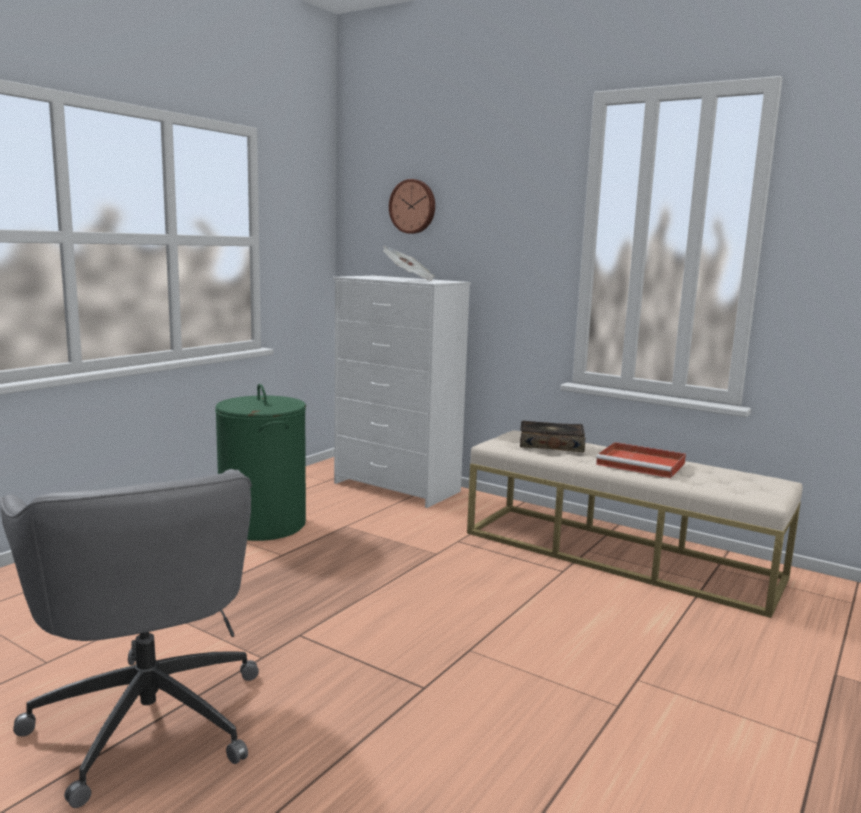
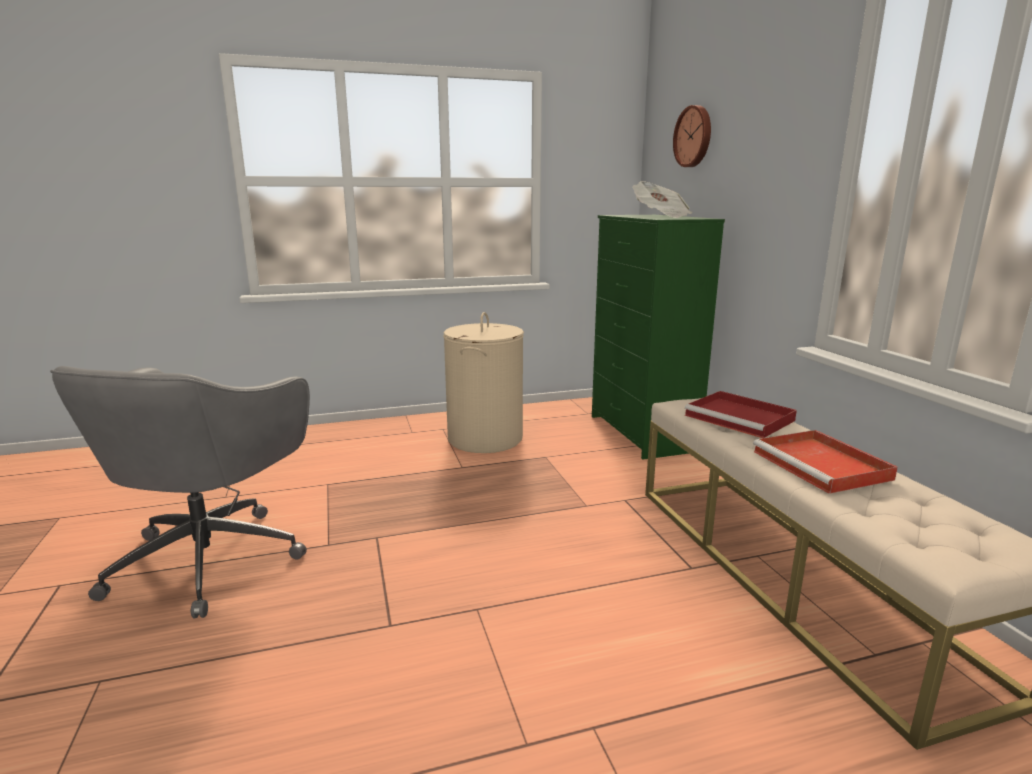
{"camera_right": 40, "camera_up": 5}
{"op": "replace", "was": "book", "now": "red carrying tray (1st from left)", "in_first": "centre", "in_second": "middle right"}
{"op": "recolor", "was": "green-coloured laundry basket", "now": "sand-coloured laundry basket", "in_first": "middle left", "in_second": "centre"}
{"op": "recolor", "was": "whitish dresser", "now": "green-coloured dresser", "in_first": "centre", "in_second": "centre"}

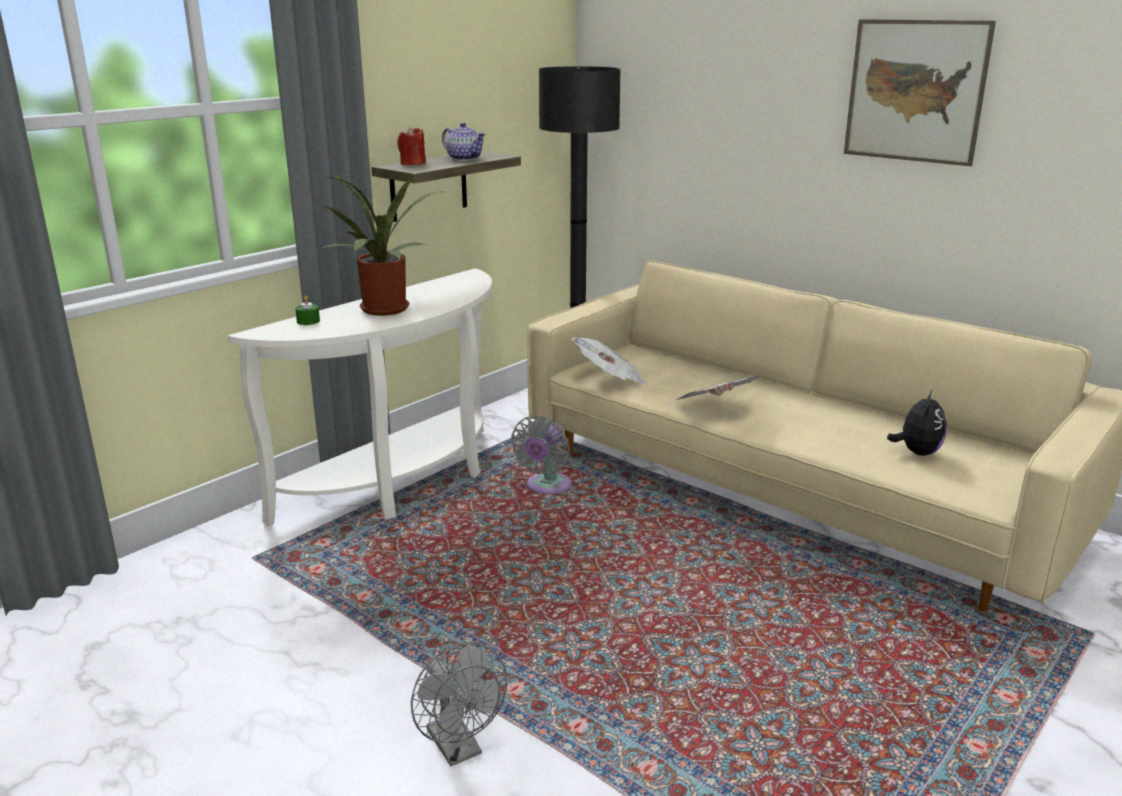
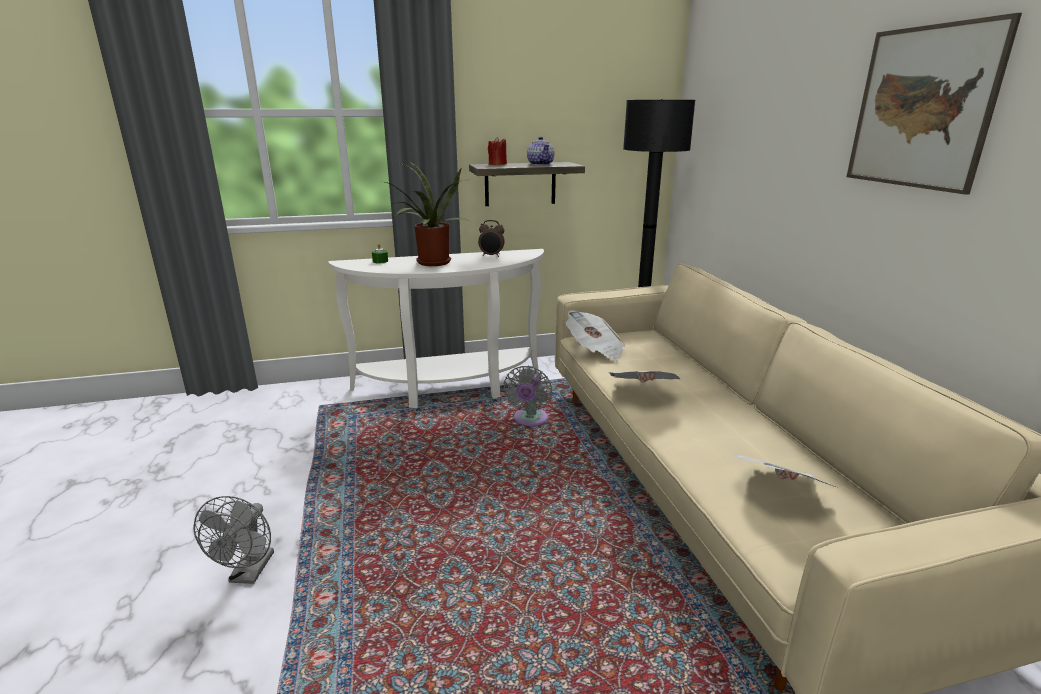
{"camera_right": 35, "camera_up": 0}
{"op": "insert", "now": "bedside clock", "in_second": "centre"}
{"op": "replace", "was": "cuddly toy", "now": "daily paper (3rd from left)", "in_first": "middle right", "in_second": "bottom right"}
{"op": "rotate", "was": "grey cooling fan (2nd from left)", "in_first": "centre", "in_second": "centre", "clockwise": -45}

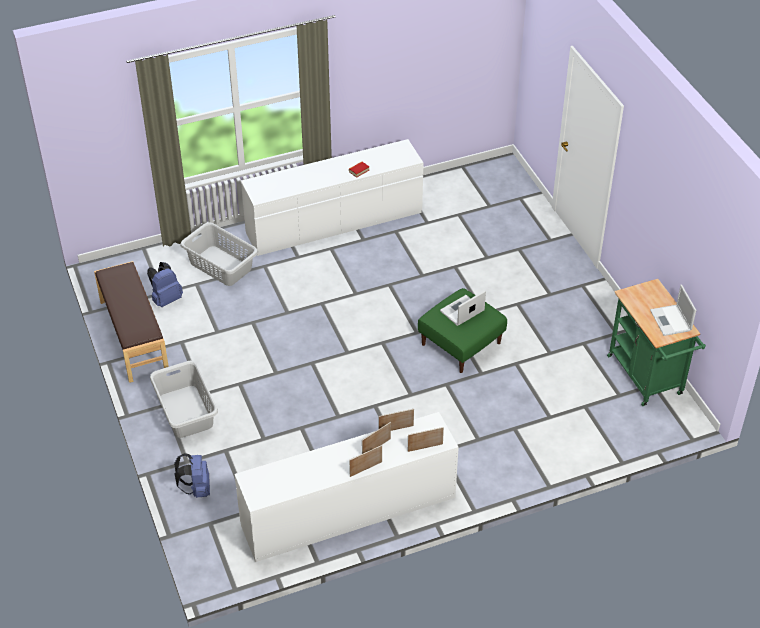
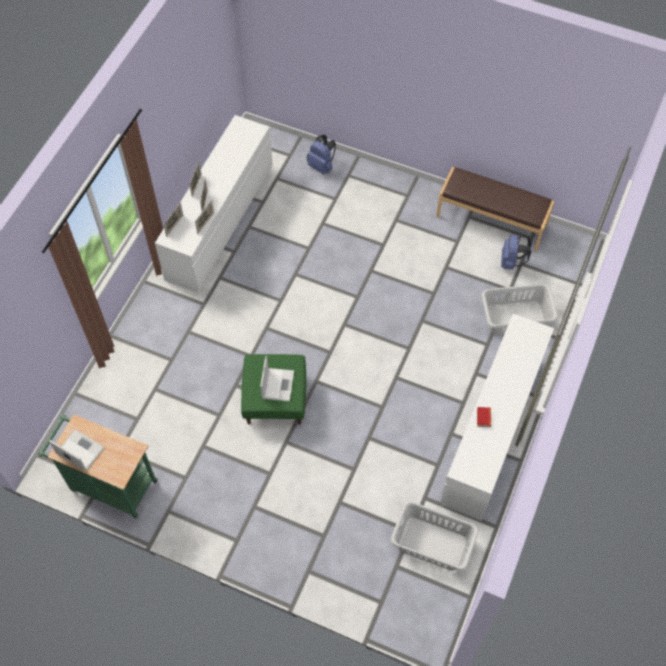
{"camera_right": 135, "camera_up": 15}
{"op": "move", "was": "grey laundry basket (1st from left)", "in_first": "middle left", "in_second": "bottom centre"}

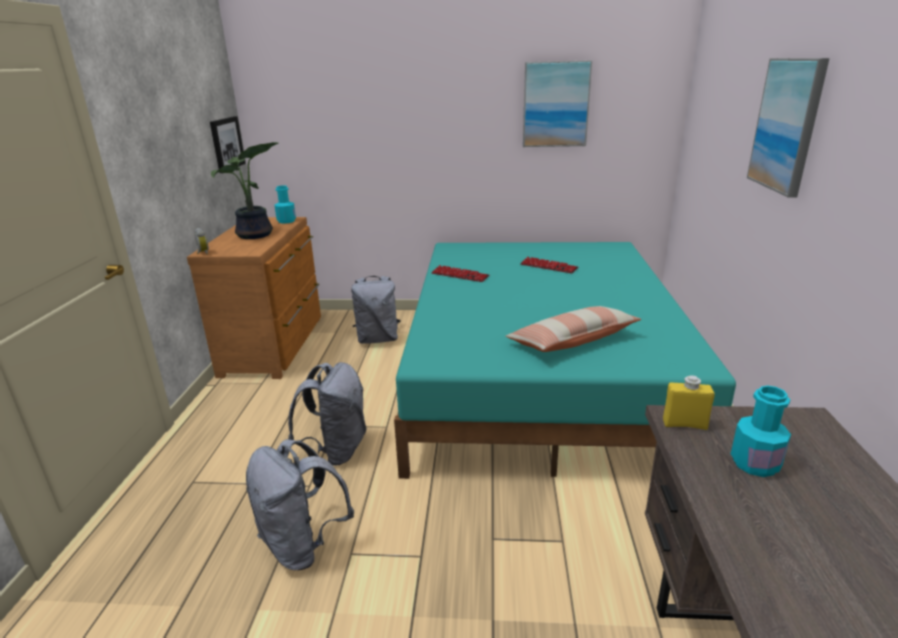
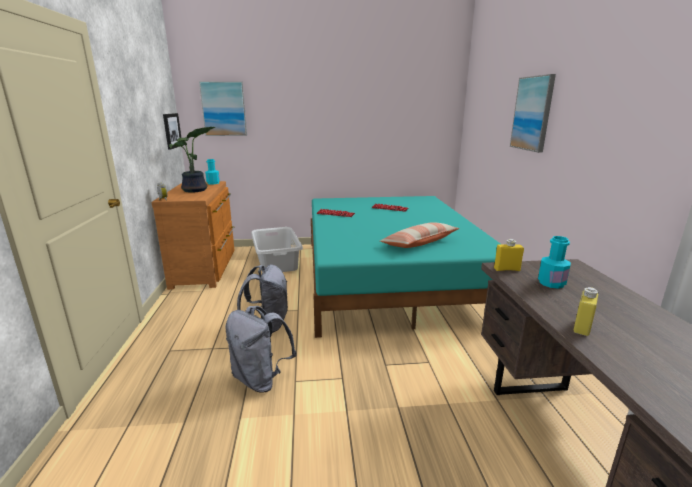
{"camera_right": -10, "camera_up": -5}
{"op": "insert", "now": "yellow-coloured beverage bottle (2nd from left)", "in_second": "middle right"}
{"op": "move", "was": "wall art (2nd from left)", "in_first": "top centre", "in_second": "top left"}
{"op": "replace", "was": "grey knapsack (3rd from left)", "now": "grey laundry basket", "in_first": "centre", "in_second": "centre"}

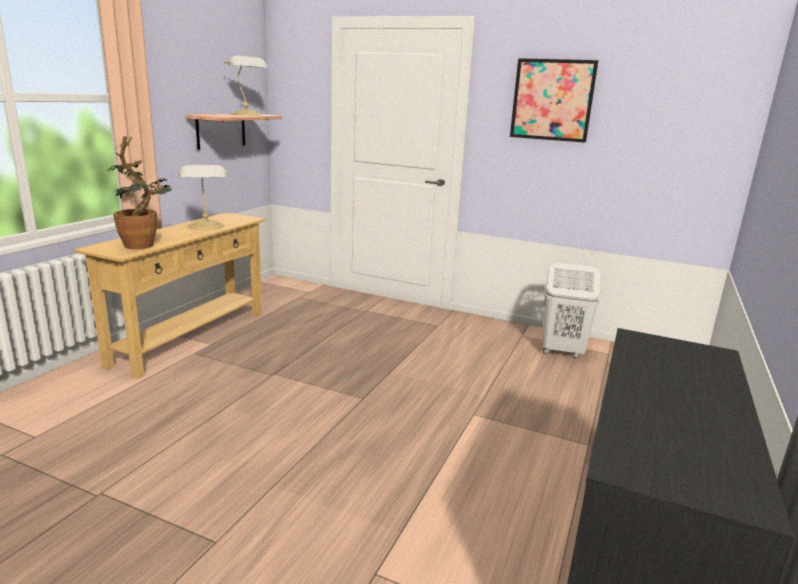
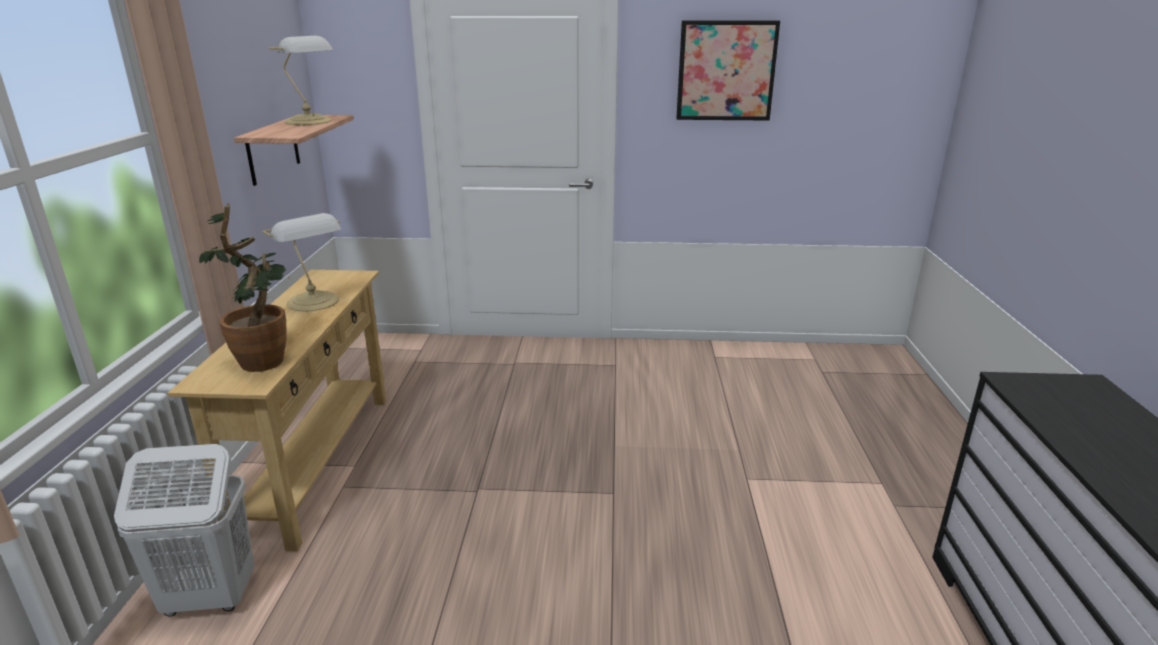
{"camera_right": -20, "camera_up": 5}
{"op": "move", "was": "whitish laundry basket", "in_first": "middle right", "in_second": "bottom left"}

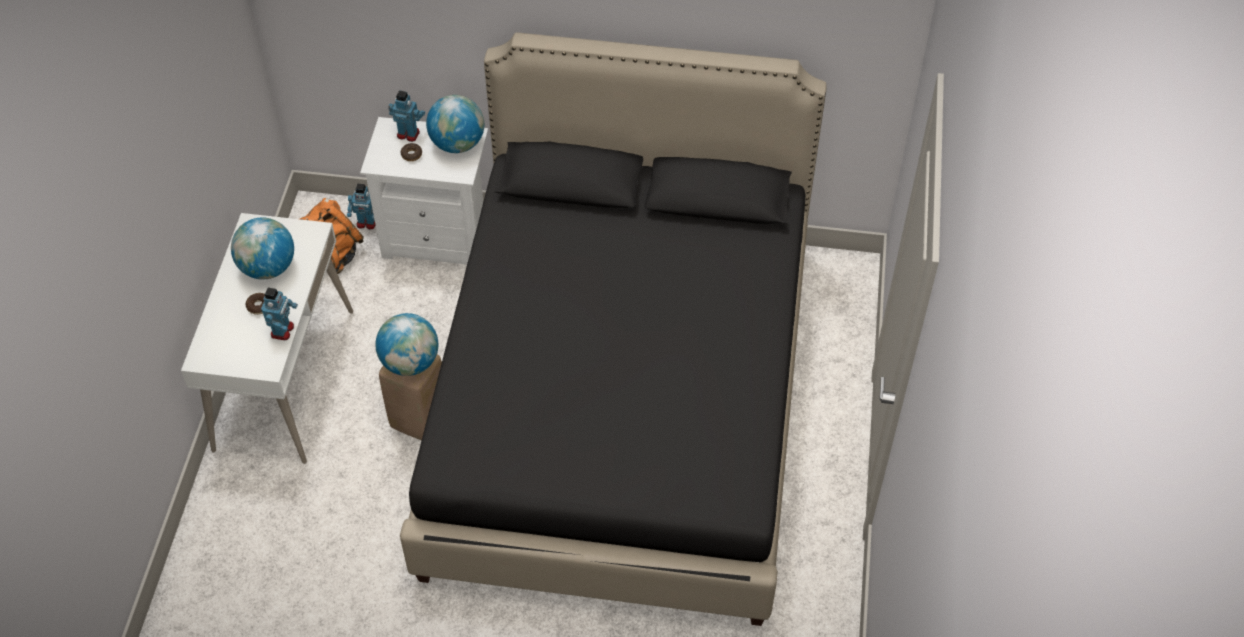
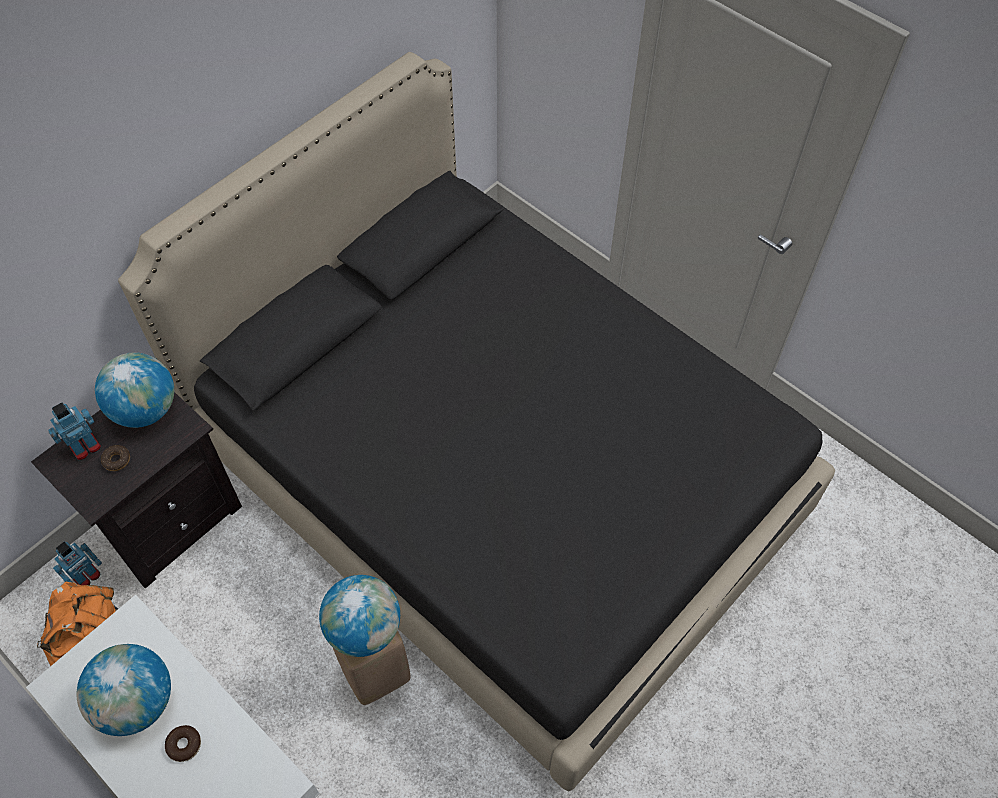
{"camera_right": -55, "camera_up": 5}
{"op": "delete", "was": "toy robot (1st from left)", "in_first": "middle left"}
{"op": "recolor", "was": "whitish bedside table", "now": "blackish bedside table", "in_first": "top centre", "in_second": "middle left"}

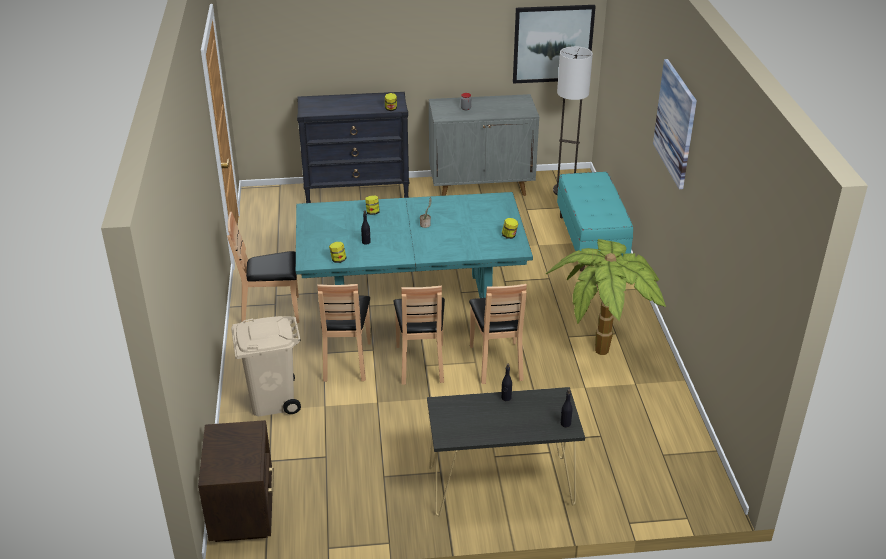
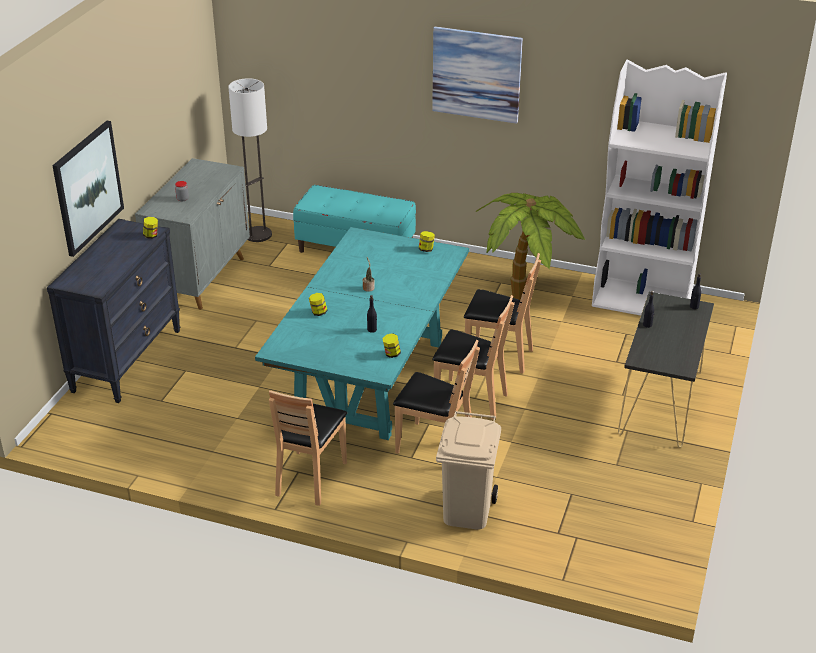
{"camera_right": -65, "camera_up": 0}
{"op": "delete", "was": "brown-coloured bedside table", "in_first": "bottom left"}
{"op": "insert", "now": "whitish shelving unit", "in_second": "top right"}
{"op": "move", "was": "wall art (1st from left)", "in_first": "top centre", "in_second": "top left"}

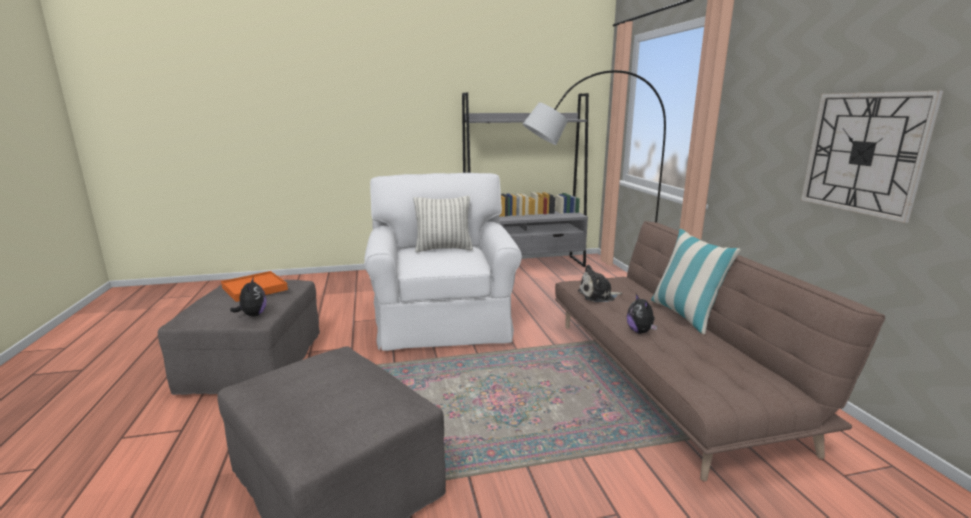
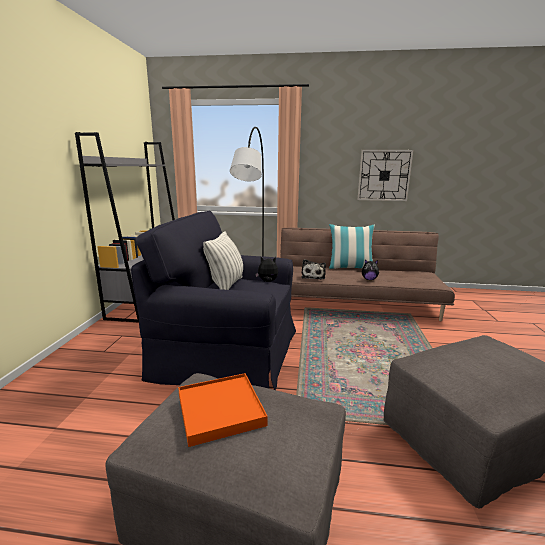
{"camera_right": -70, "camera_up": 0}
{"op": "move", "was": "cuddly toy (1st from left)", "in_first": "middle left", "in_second": "centre"}
{"op": "recolor", "was": "whitish easy chair", "now": "blackish easy chair", "in_first": "centre", "in_second": "centre"}

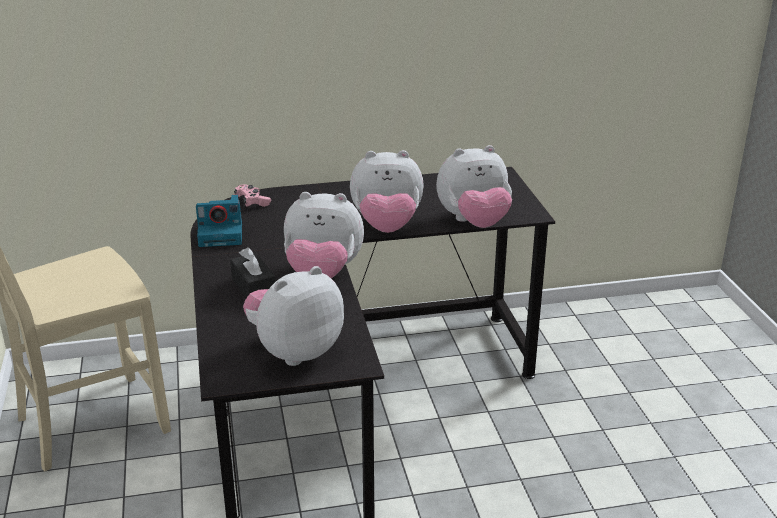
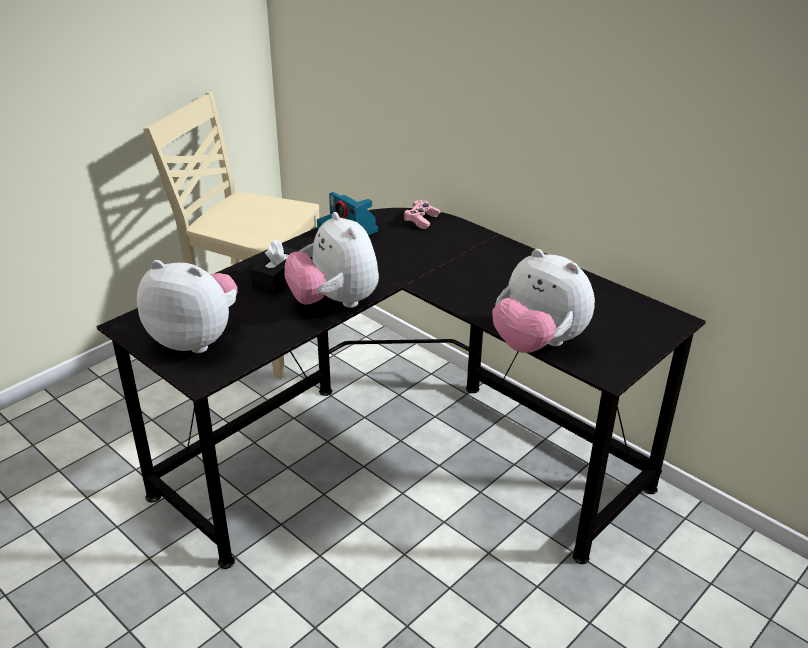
{"camera_right": 55, "camera_up": 5}
{"op": "delete", "was": "cuddly toy (3rd from left)", "in_first": "centre"}

